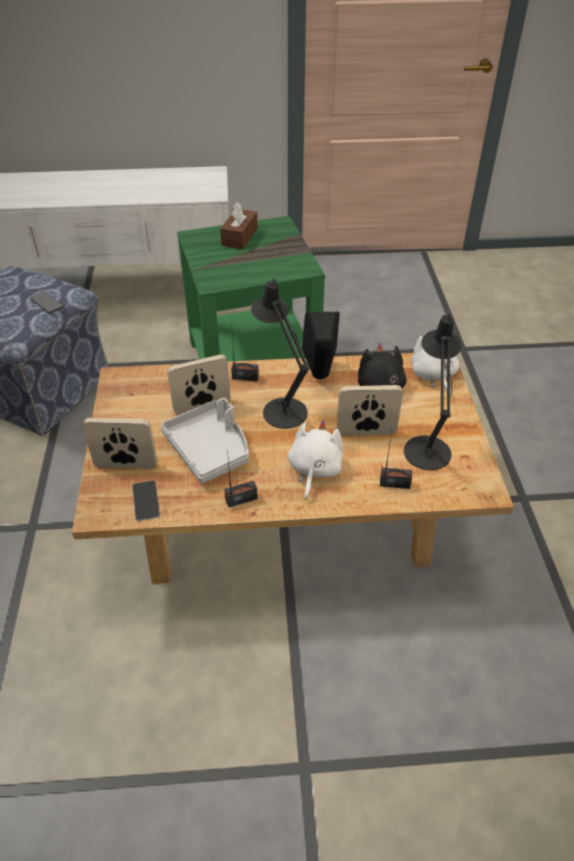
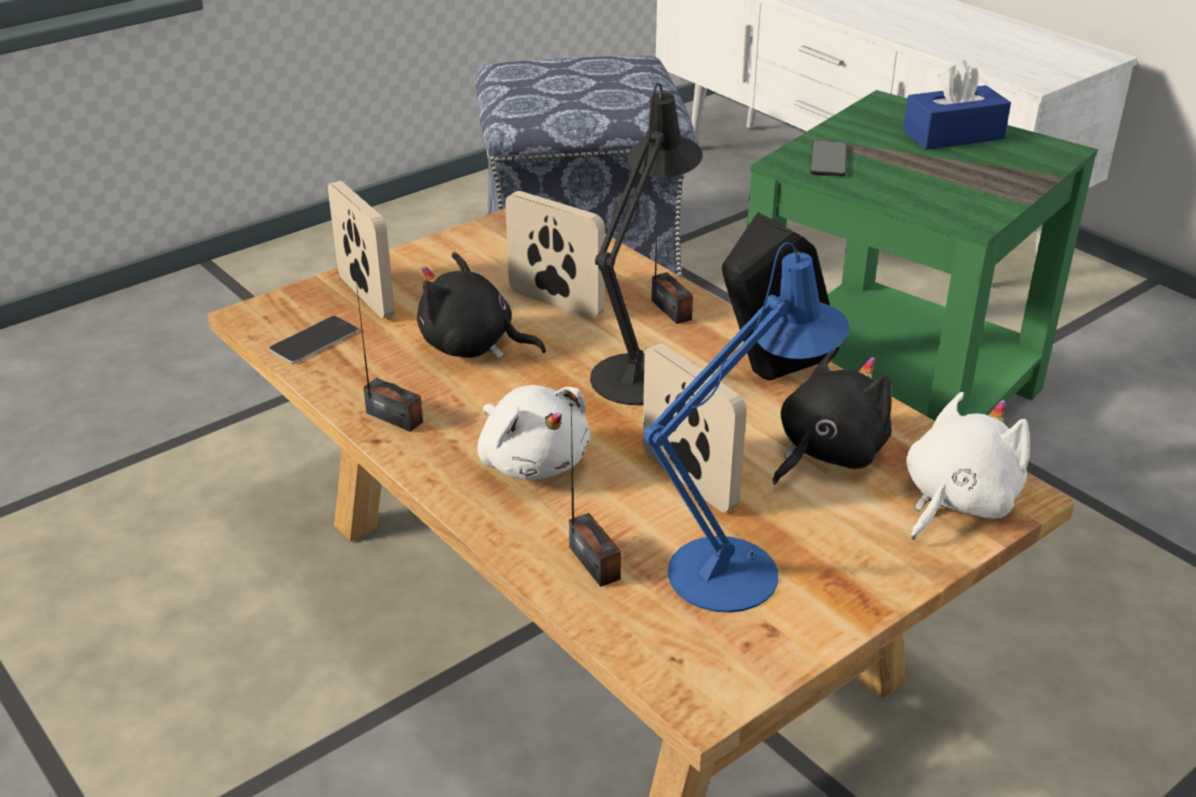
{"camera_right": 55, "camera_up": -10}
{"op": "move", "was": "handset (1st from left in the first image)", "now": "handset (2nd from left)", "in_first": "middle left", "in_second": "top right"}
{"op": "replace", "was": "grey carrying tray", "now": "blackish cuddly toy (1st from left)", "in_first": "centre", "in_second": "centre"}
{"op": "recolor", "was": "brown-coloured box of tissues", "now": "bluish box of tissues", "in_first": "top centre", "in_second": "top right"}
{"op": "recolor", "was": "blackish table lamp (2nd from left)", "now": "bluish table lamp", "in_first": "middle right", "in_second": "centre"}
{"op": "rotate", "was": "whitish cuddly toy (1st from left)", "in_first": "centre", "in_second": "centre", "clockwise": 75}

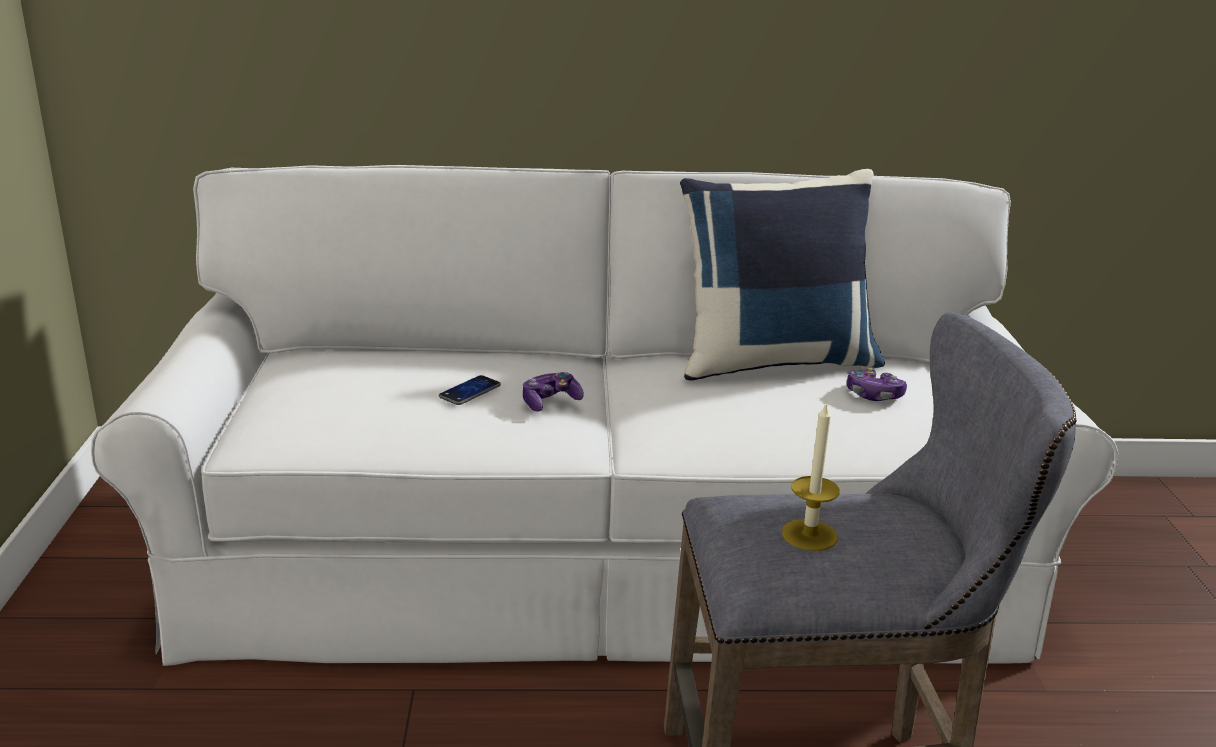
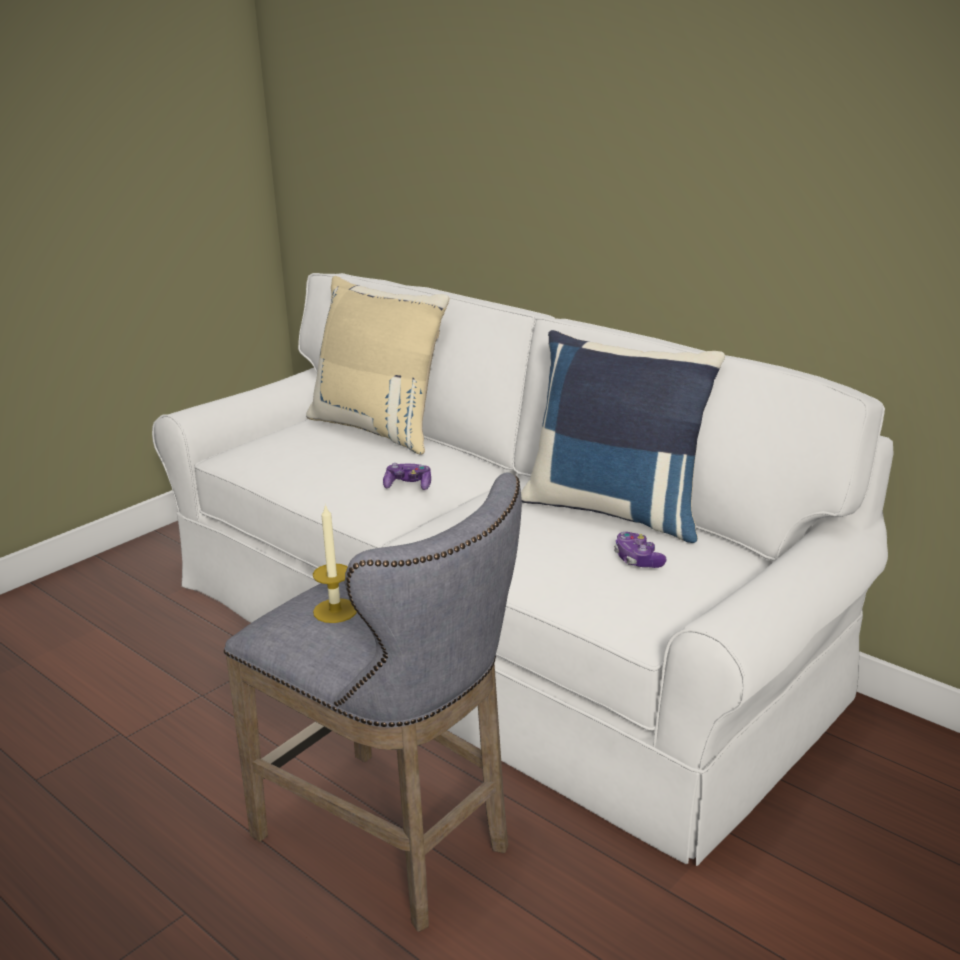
{"camera_right": 45, "camera_up": 0}
{"op": "delete", "was": "handset", "in_first": "centre"}
{"op": "insert", "now": "sand-coloured pillow", "in_second": "centre"}

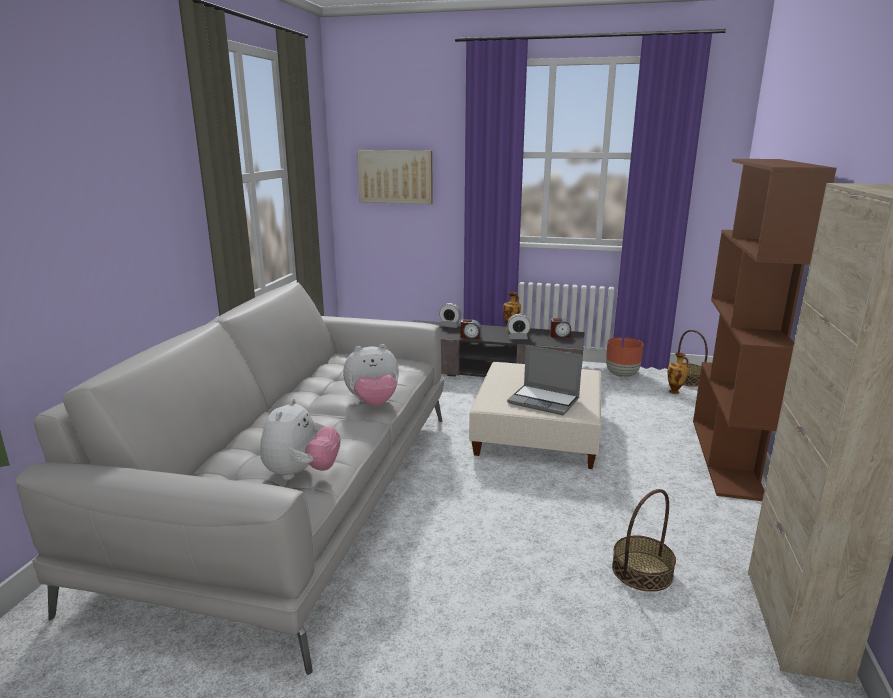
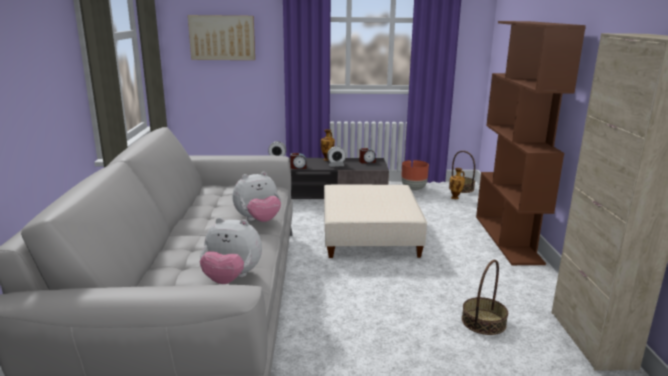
{"camera_right": -15, "camera_up": 0}
{"op": "delete", "was": "portable computer", "in_first": "centre"}
{"op": "rotate", "was": "cuddly toy (1st from left)", "in_first": "centre", "in_second": "centre", "clockwise": 105}

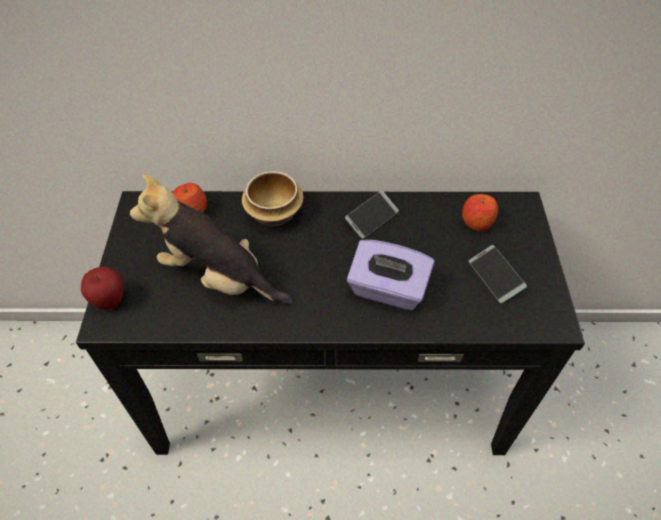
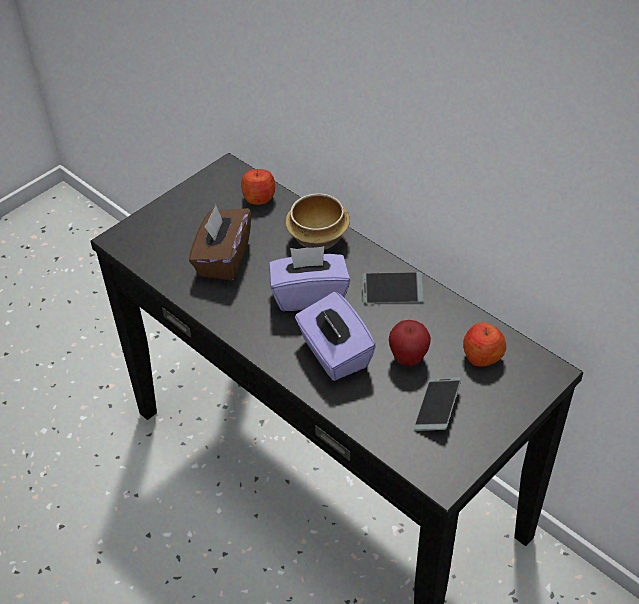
{"camera_right": 45, "camera_up": -5}
{"op": "insert", "now": "purple-coloured box of tissues (1st from left)", "in_second": "centre"}
{"op": "move", "was": "apple (1st from left in the first image)", "now": "apple (2nd from left)", "in_first": "middle left", "in_second": "centre"}
{"op": "replace", "was": "cuddly toy", "now": "brown-coloured box of tissues", "in_first": "middle left", "in_second": "centre"}

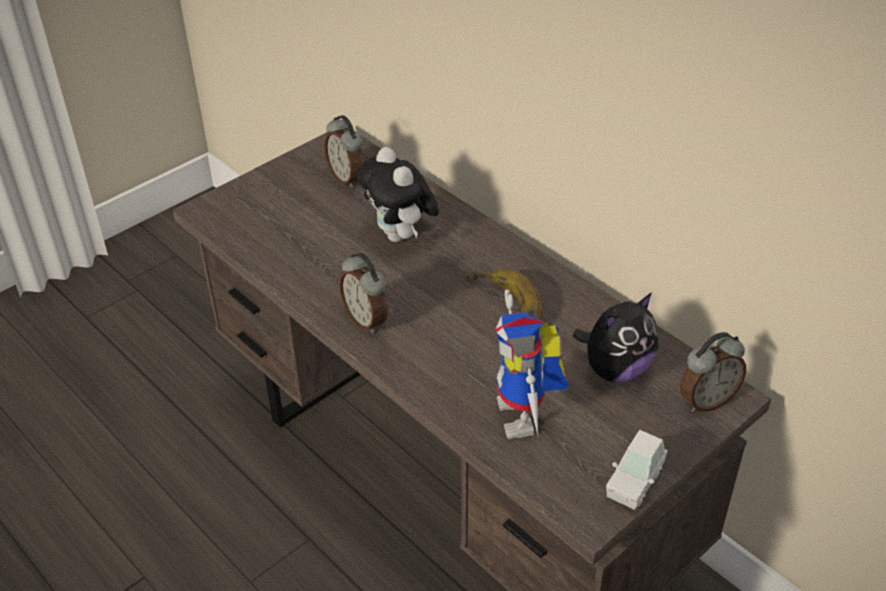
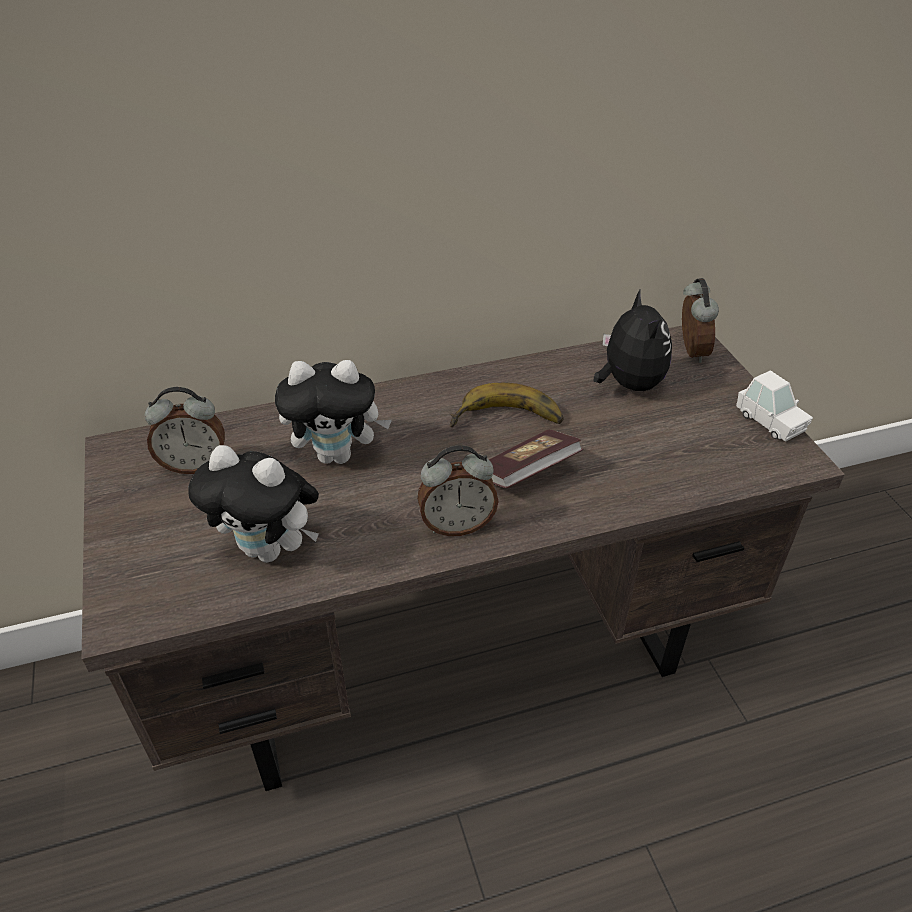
{"camera_right": -65, "camera_up": 0}
{"op": "delete", "was": "toy robot", "in_first": "centre"}
{"op": "insert", "now": "cuddly toy (1st from left)", "in_second": "middle left"}
{"op": "insert", "now": "book", "in_second": "centre"}

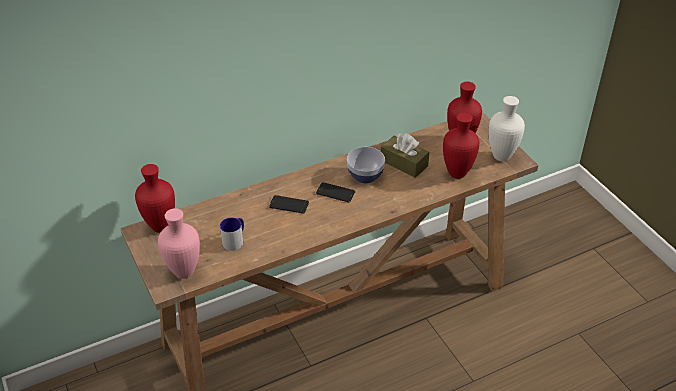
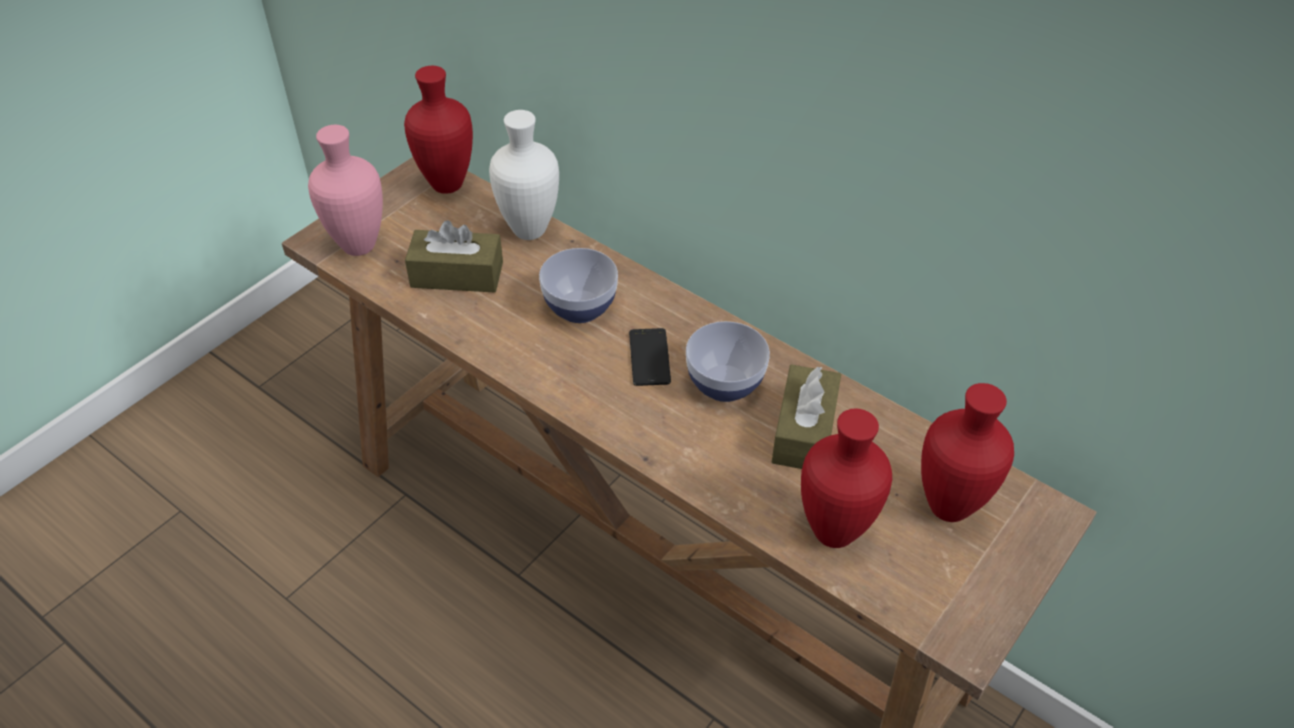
{"camera_right": 65, "camera_up": 5}
{"op": "move", "was": "whitish vase", "in_first": "top right", "in_second": "top centre"}
{"op": "replace", "was": "coffee mug", "now": "brown-coloured box of tissues (1st from left)", "in_first": "centre", "in_second": "centre"}
{"op": "replace", "was": "handset (1st from left)", "now": "deep dish (1st from left)", "in_first": "centre", "in_second": "centre"}

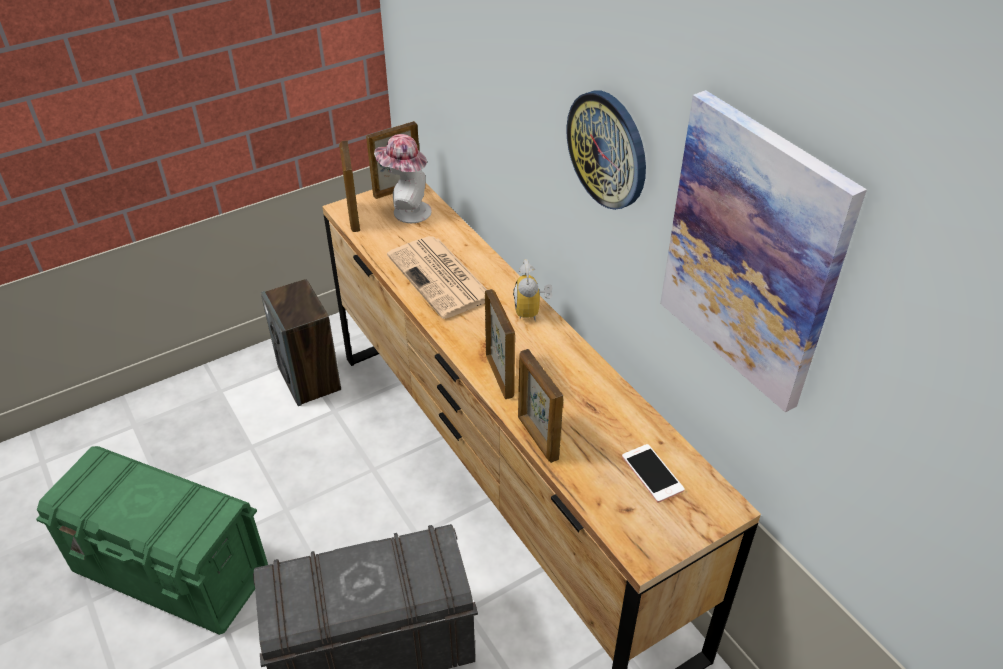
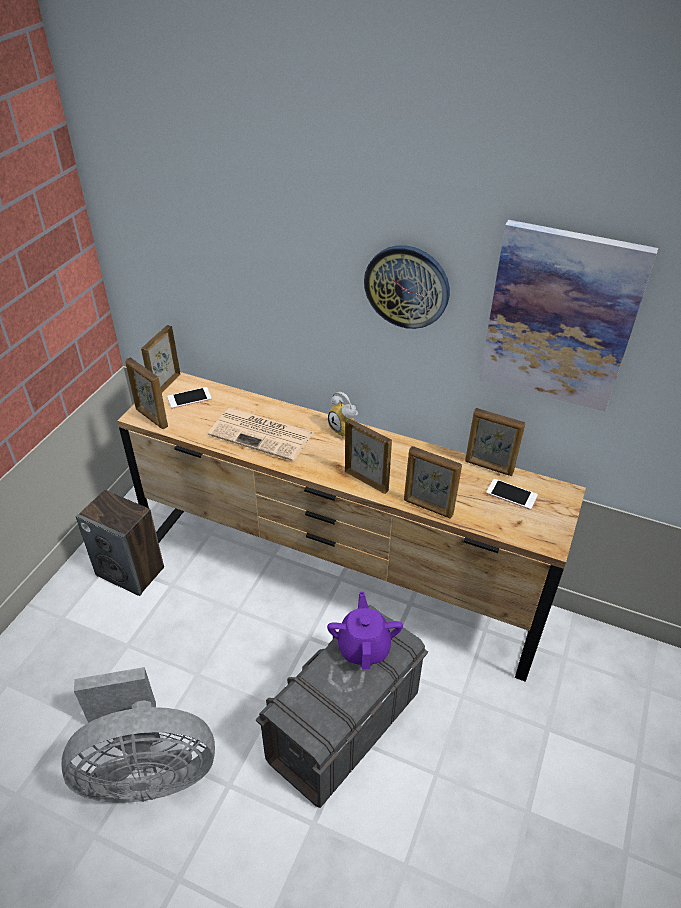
{"camera_right": -35, "camera_up": 0}
{"op": "insert", "now": "purple-coloured pot for tea", "in_second": "bottom centre"}
{"op": "insert", "now": "photo frame (5th from left)", "in_second": "middle right"}
{"op": "replace", "was": "green-coloured storage bin", "now": "grey cooling fan", "in_first": "bottom left", "in_second": "bottom left"}
{"op": "replace", "was": "wearable hat", "now": "handset (1st from left)", "in_first": "top centre", "in_second": "middle left"}

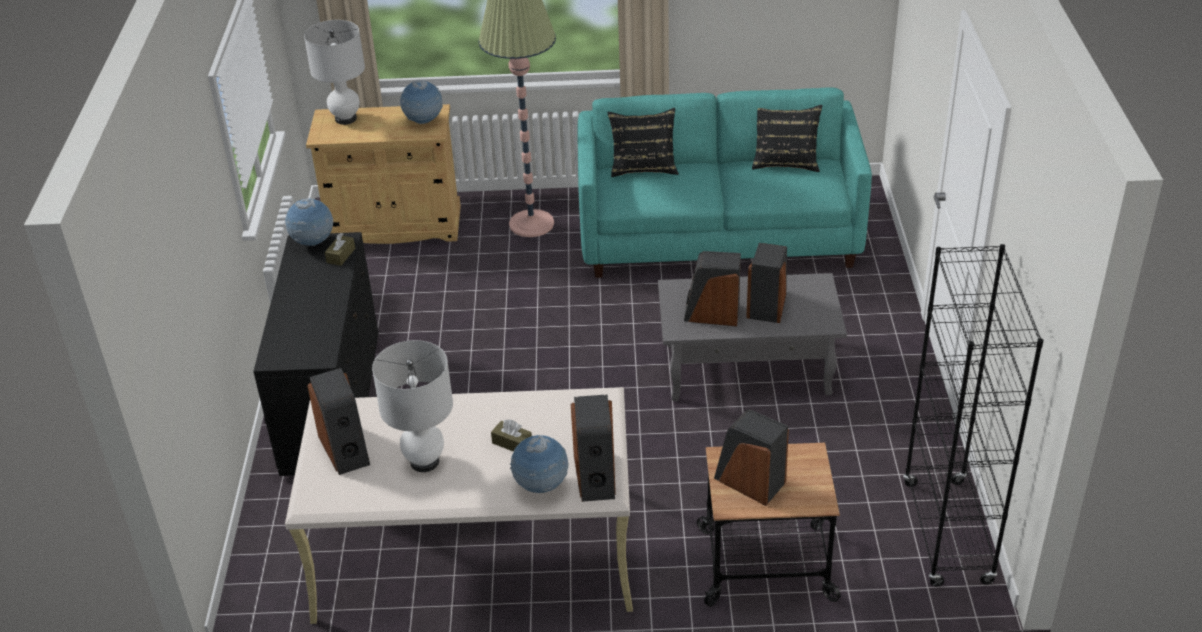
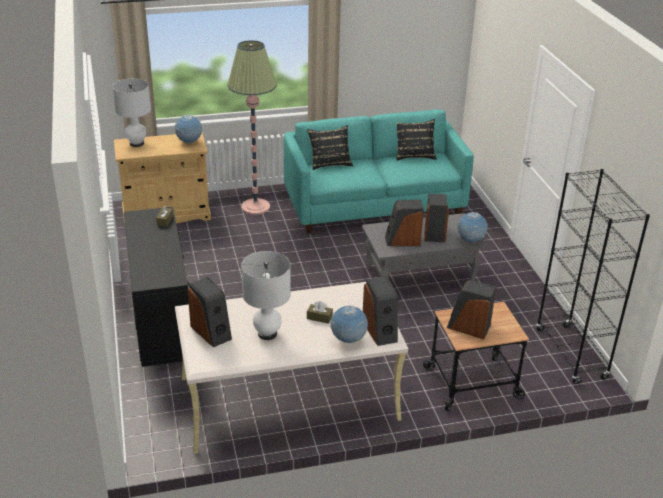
{"camera_right": -15, "camera_up": -5}
{"op": "move", "was": "desk globe (1st from left in the first image)", "now": "desk globe (3rd from left)", "in_first": "middle left", "in_second": "middle right"}

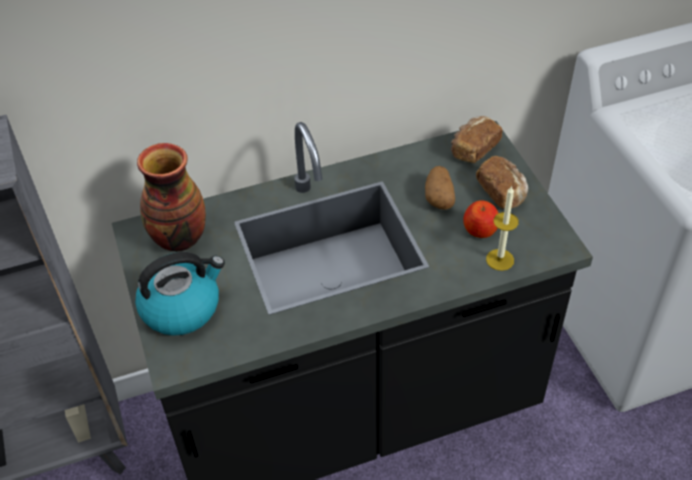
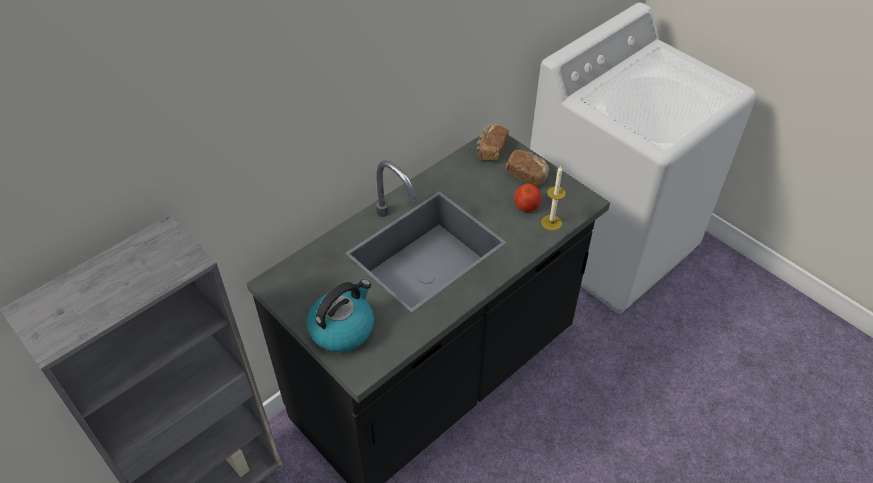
{"camera_right": -25, "camera_up": 0}
{"op": "delete", "was": "vase", "in_first": "middle left"}
{"op": "delete", "was": "whole potato", "in_first": "centre"}

